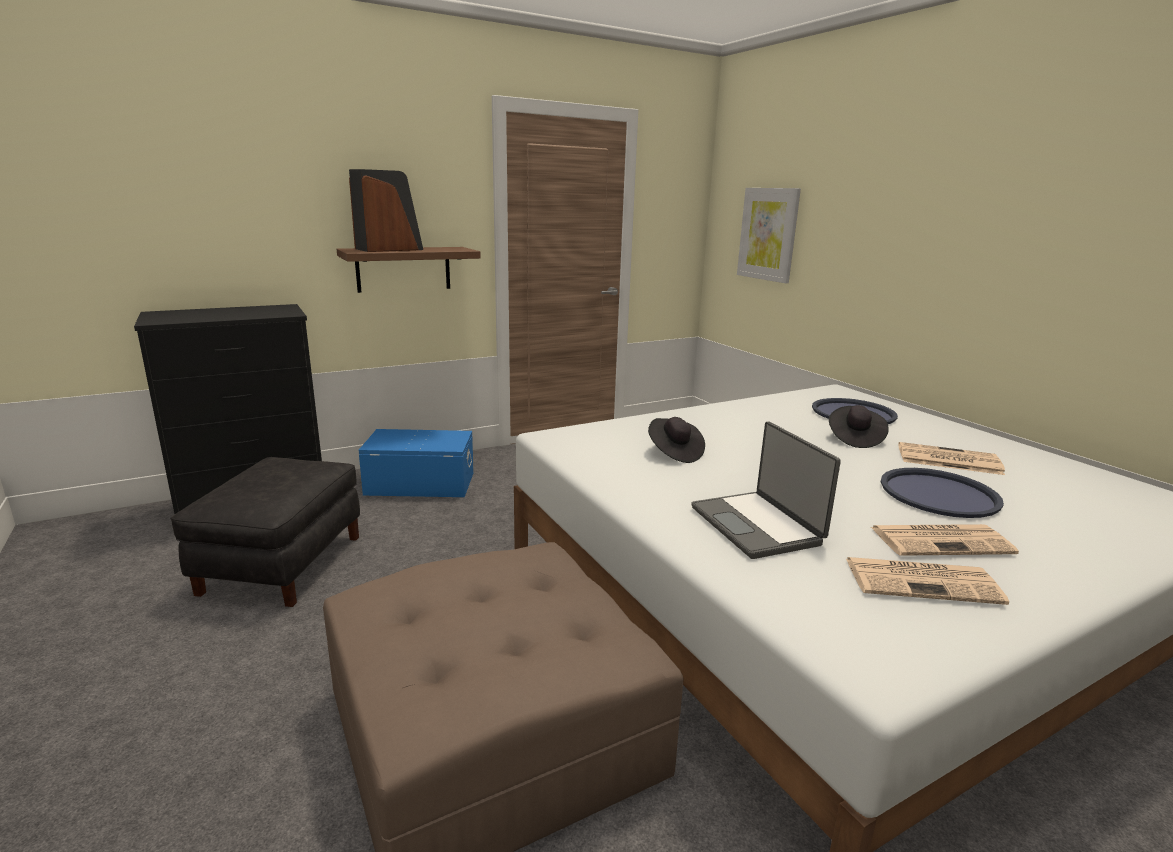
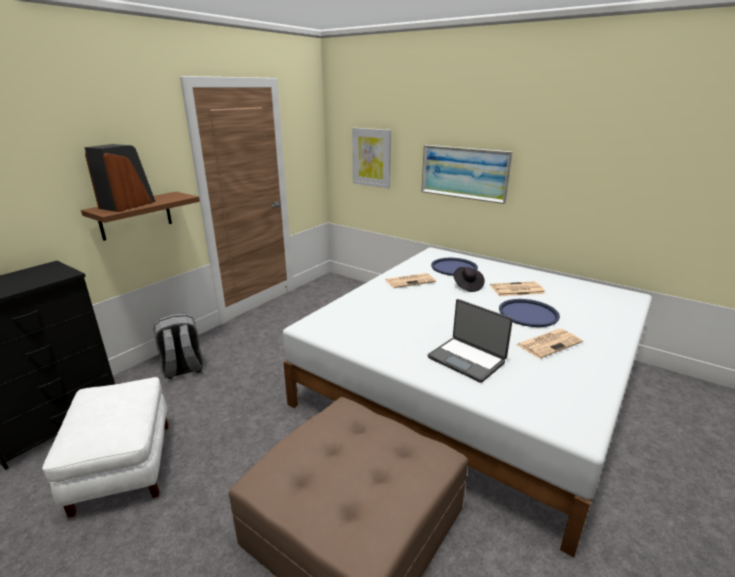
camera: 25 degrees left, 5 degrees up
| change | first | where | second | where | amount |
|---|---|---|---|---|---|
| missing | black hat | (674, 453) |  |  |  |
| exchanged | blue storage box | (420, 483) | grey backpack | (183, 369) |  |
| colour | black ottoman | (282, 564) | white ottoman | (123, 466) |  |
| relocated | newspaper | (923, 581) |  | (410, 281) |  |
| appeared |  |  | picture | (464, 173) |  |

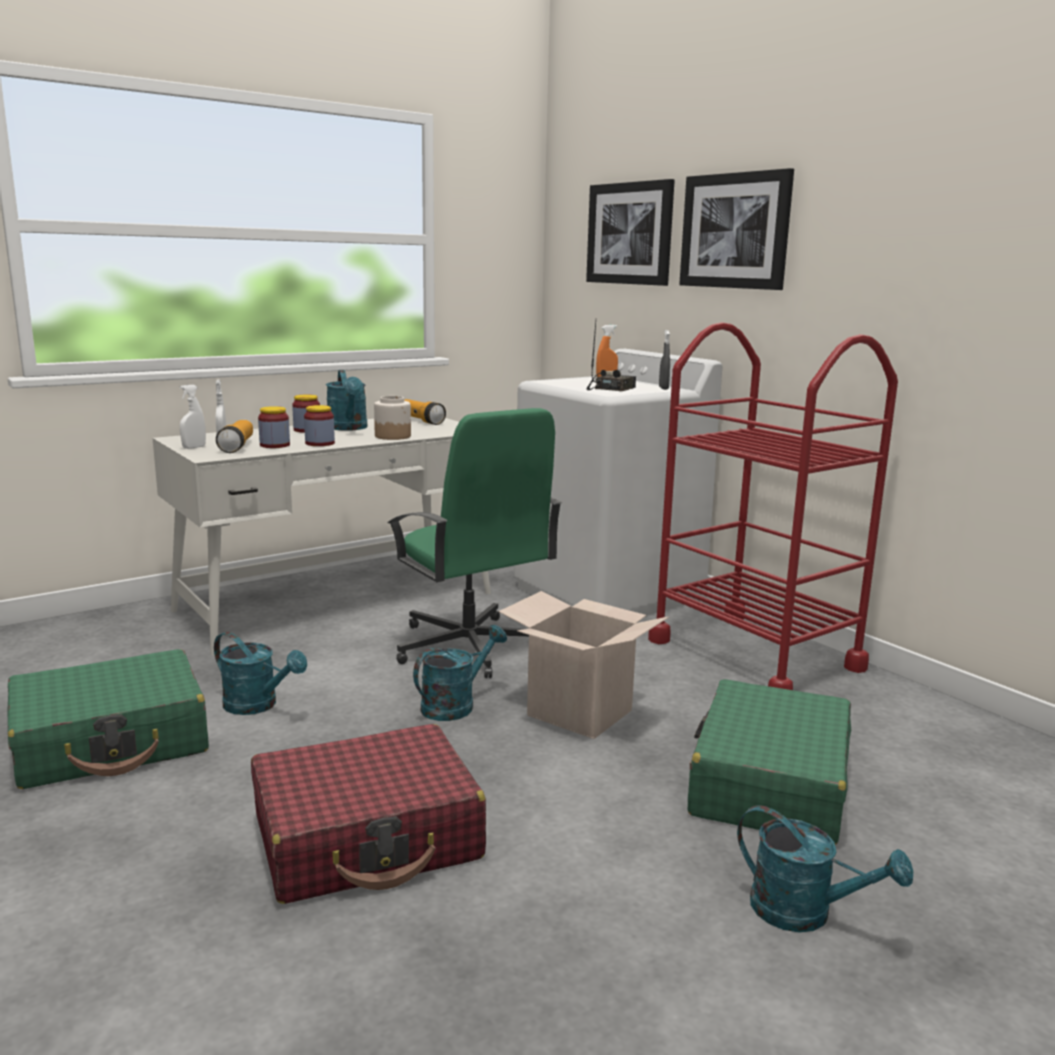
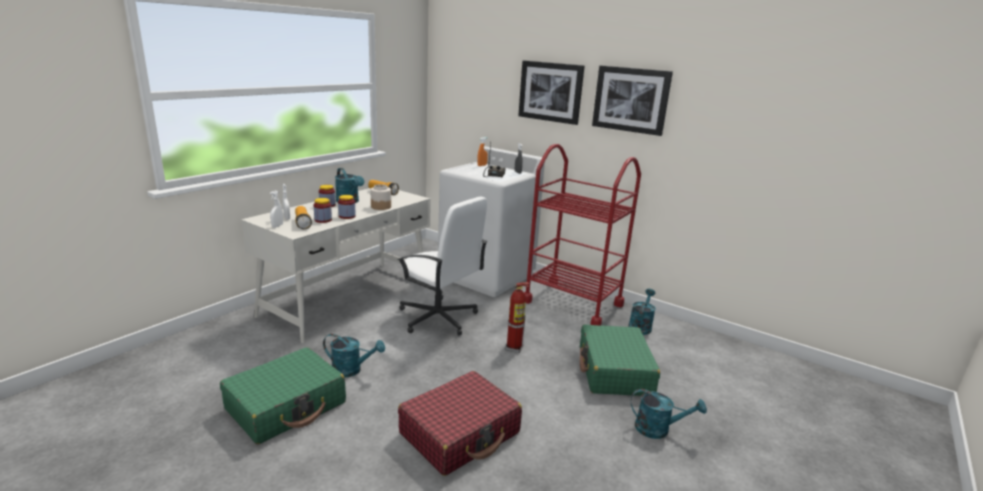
camera: 20 degrees left, 5 degrees up
| change | first | where | second | where | amount |
|---|---|---|---|---|---|
| relocated | picture | (630, 233) |  | (631, 100) |  |
| colour | green office chair | (469, 647) | white office chair | (438, 318) |  |
| exchanged | cardboard box | (579, 712) | fire extinguisher | (514, 348) |  |
| relocated | turquoise watering can | (455, 704) |  | (640, 326) |  |

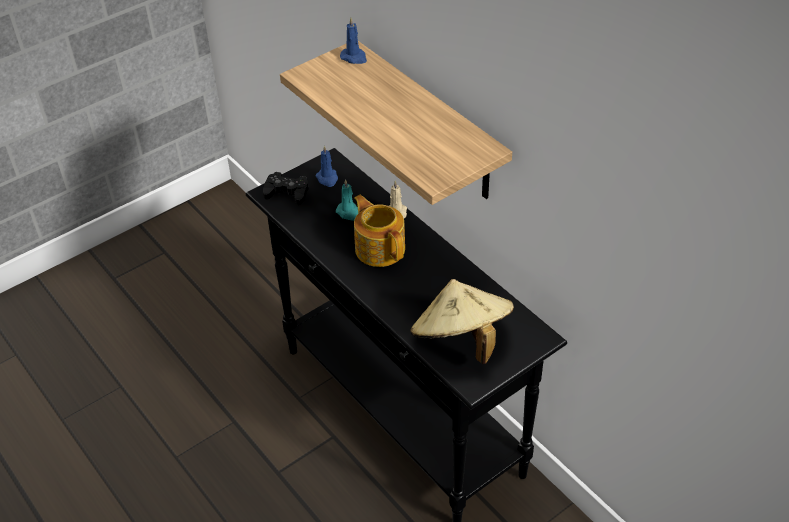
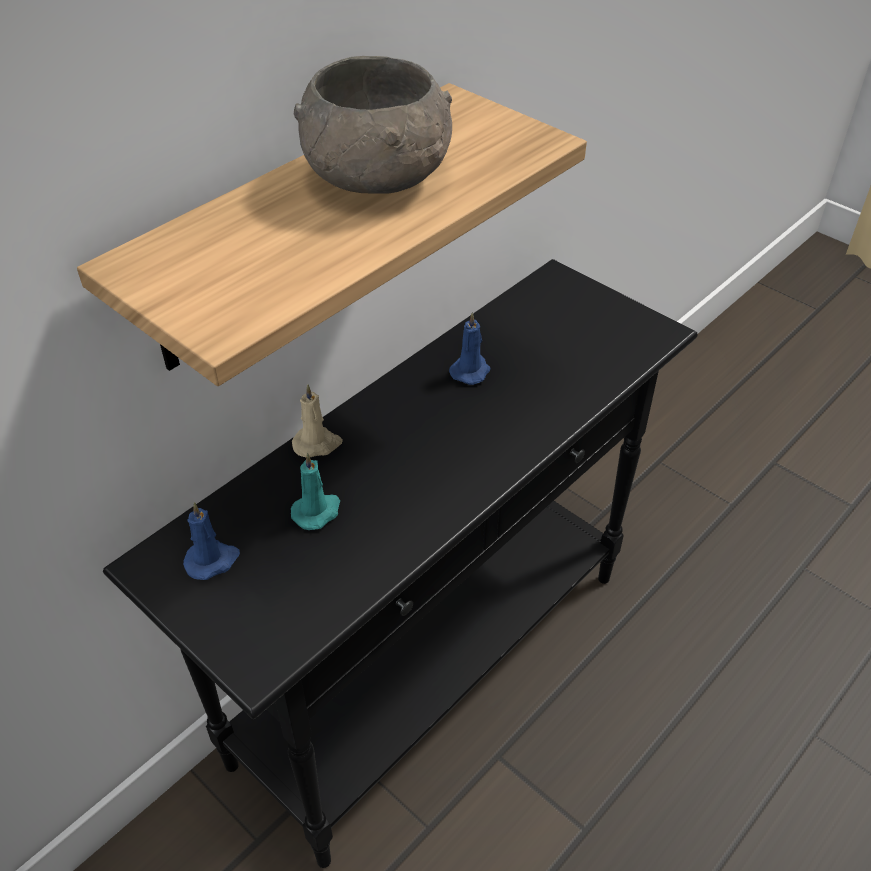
camera: 100 degrees left, 0 degrees up
| change | first | where | second | where | amount |
|---|---|---|---|---|---|
| relocated | blue candle | (354, 57) |  | (471, 370) |  |
| missing | black game controller | (287, 192) |  |  |  |
| missing | teapot | (380, 248) |  |  |  |
| missing | beige hat | (461, 341) |  |  |  |
| appeared |  |  | grey bowl | (378, 178) |  |

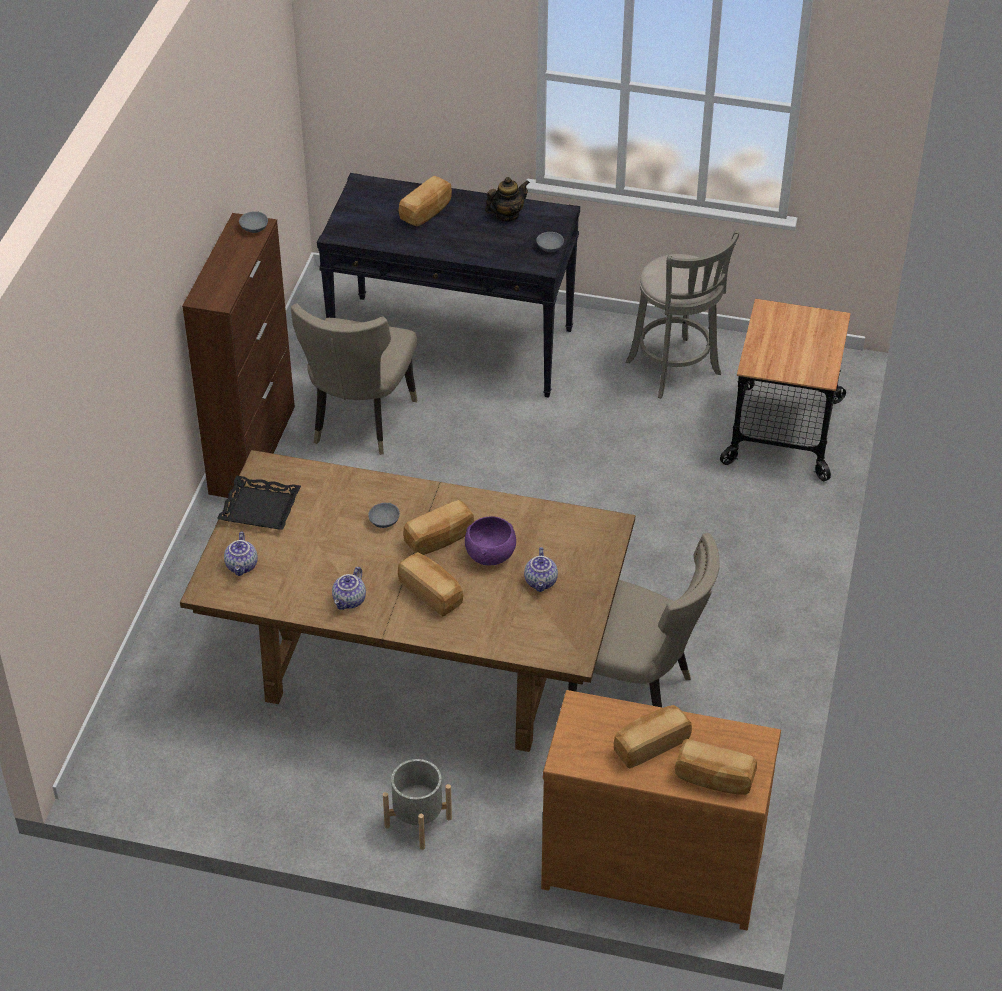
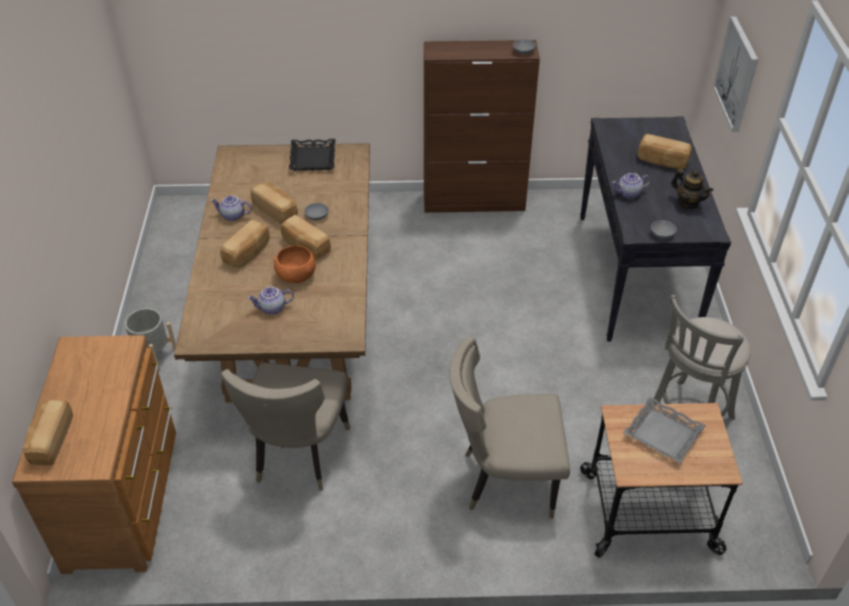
camera: 75 degrees right, 0 degrees up
| change | first | where | second | where | amount |
|---|---|---|---|---|---|
| relocated | beige chair | (358, 423) |  | (504, 480) |  |
| colour | purple bowl | (491, 554) | orange bowl | (296, 276) |  |
| relocated | teapot | (242, 566) |  | (629, 194) |  |
| relocated | bread | (650, 745) |  | (276, 211) |  |
| appeared |  |  | picture | (737, 74) |  |
| appeared |  |  | grey tray | (662, 434) |  |

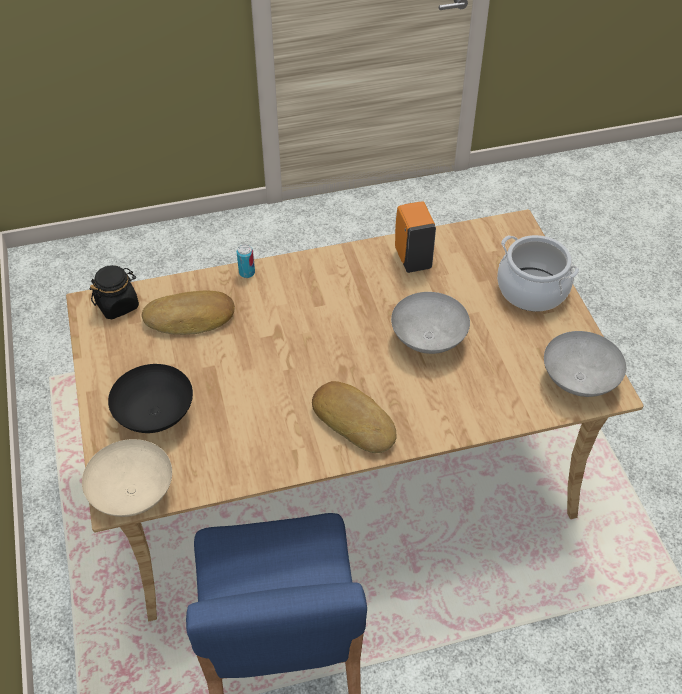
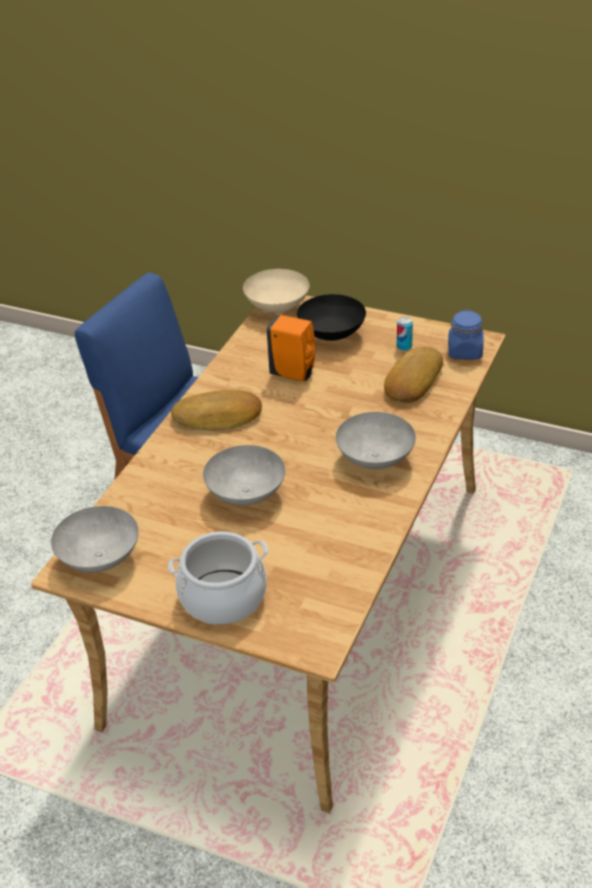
camera: 130 degrees right, 10 degrees down
| change | first | where | second | where | amount |
|---|---|---|---|---|---|
| relocated | orange soap dispenser | (412, 258) |  | (294, 374) |  |
| relocated | can | (247, 273) |  | (404, 347) |  |
| colour | black jar | (118, 305) | blue jar | (465, 352) |  |
| appeared |  |  | grey bowl | (376, 460) |  |

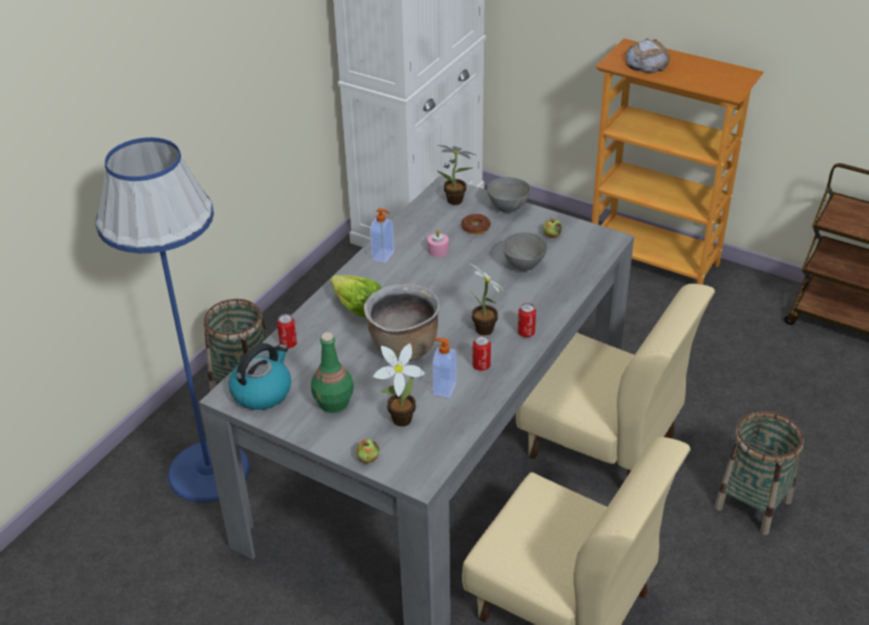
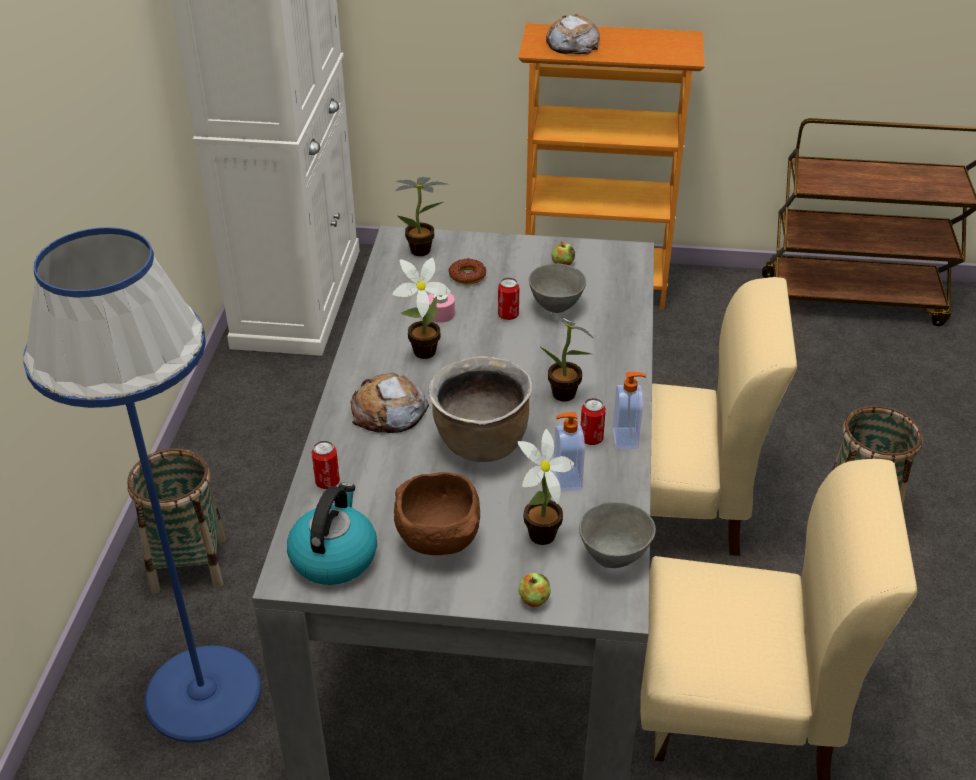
camera: 25 degrees left, 0 degrees up
| change | first | where | second | where | amount |
|---|---|---|---|---|---|
| relocated | grey bowl | (508, 208) |  | (614, 556) |  |
| relocated | soap dispenser | (384, 256) |  | (626, 438) |  |
| exchanged | lettuce | (358, 308) | bread | (389, 411) |  |
| relocated | can | (526, 333) |  | (508, 315) |  |
| exchanged | green bottle | (334, 403) | brown bowl | (441, 541) |  |
| appeared |  |  | potted plant | (420, 353) |  |

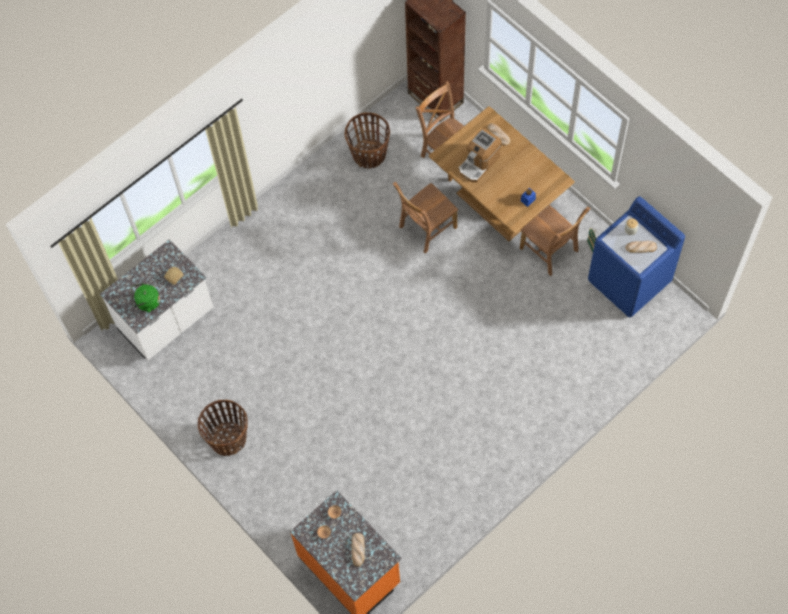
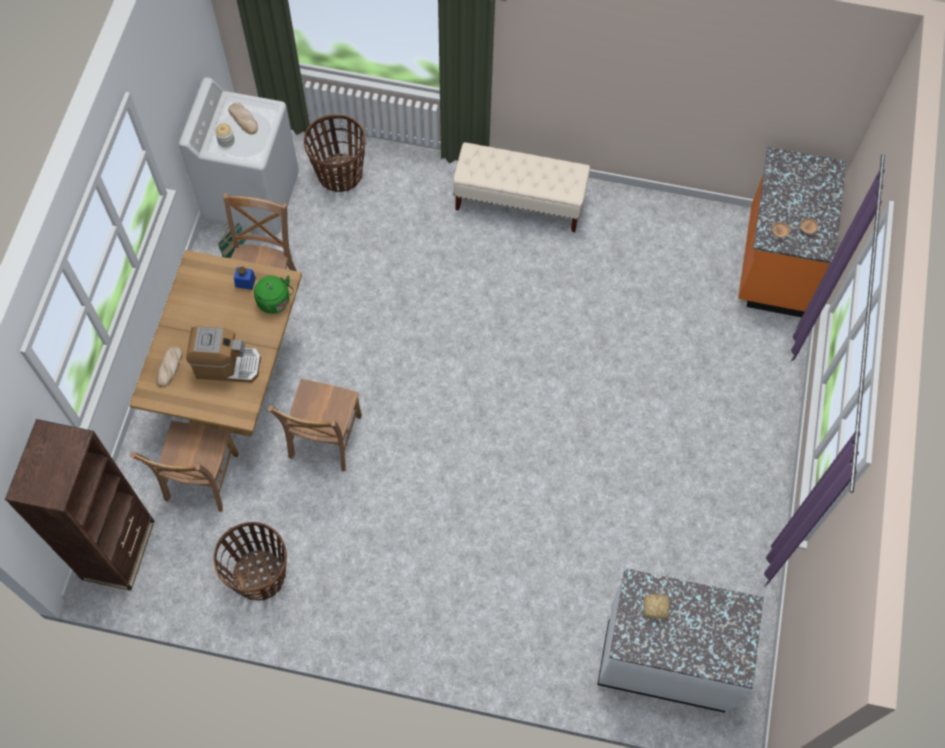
camera: 130 degrees left, 0 degrees up
| change | first | where | second | where | amount |
|---|---|---|---|---|---|
| spun | brown chair | (426, 228) |  | (324, 439) | 90 degrees clockwise |
| colour | blue washing machine | (629, 281) | white washing machine | (252, 196) |  |
| relocated | green kettle | (147, 302) |  | (275, 302) |  |
| relocated | basket | (228, 439) |  | (339, 174) |  |
| missing | bread | (358, 550) |  |  |  |
| appeared |  |  | beige bench | (519, 203) |  |

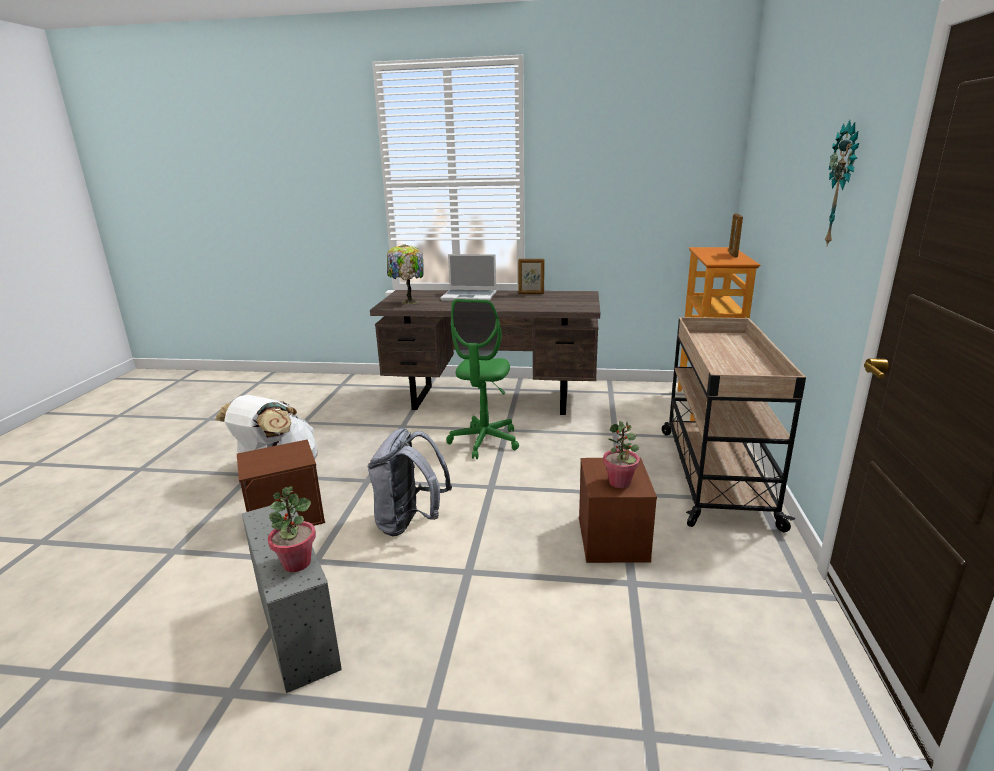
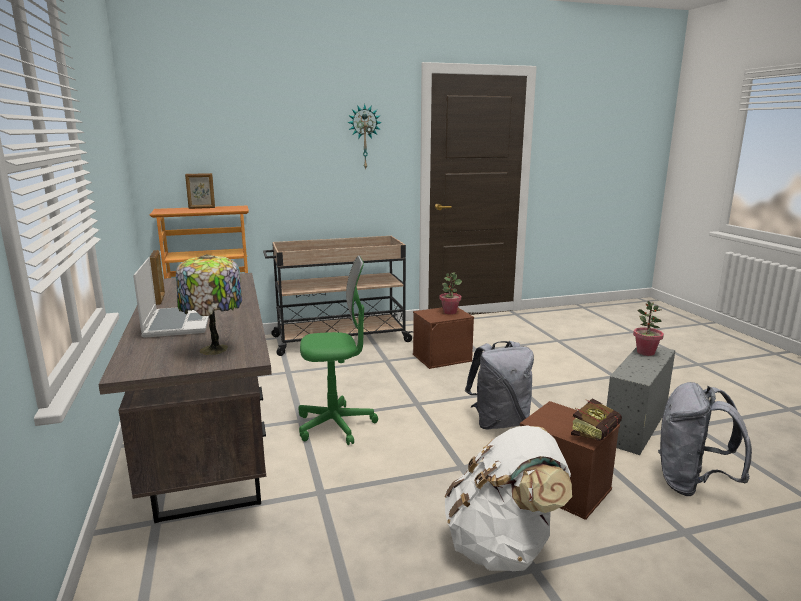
camera: 115 degrees left, 5 degrees down
| change | first | where | second | where | amount |
|---|---|---|---|---|---|
| appeared |  |  | grey backpack | (691, 484) |  |
| appeared |  |  | book | (597, 433) |  |

